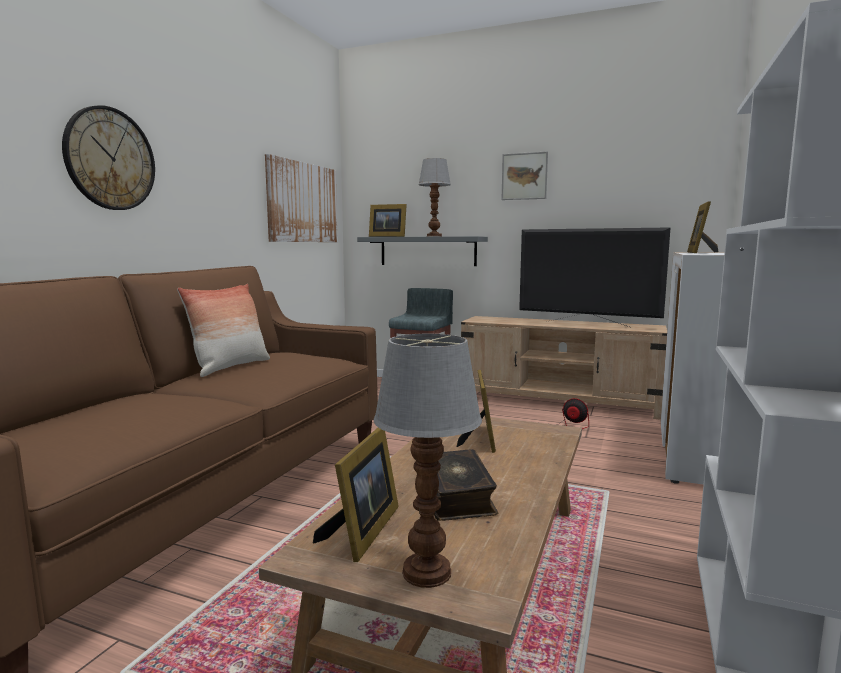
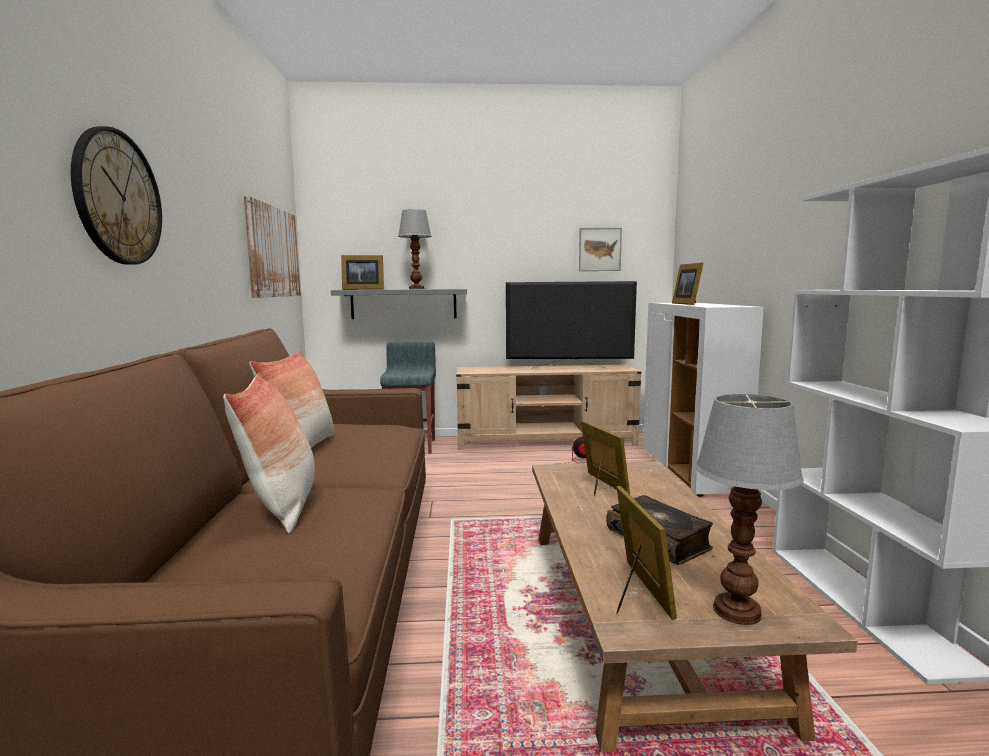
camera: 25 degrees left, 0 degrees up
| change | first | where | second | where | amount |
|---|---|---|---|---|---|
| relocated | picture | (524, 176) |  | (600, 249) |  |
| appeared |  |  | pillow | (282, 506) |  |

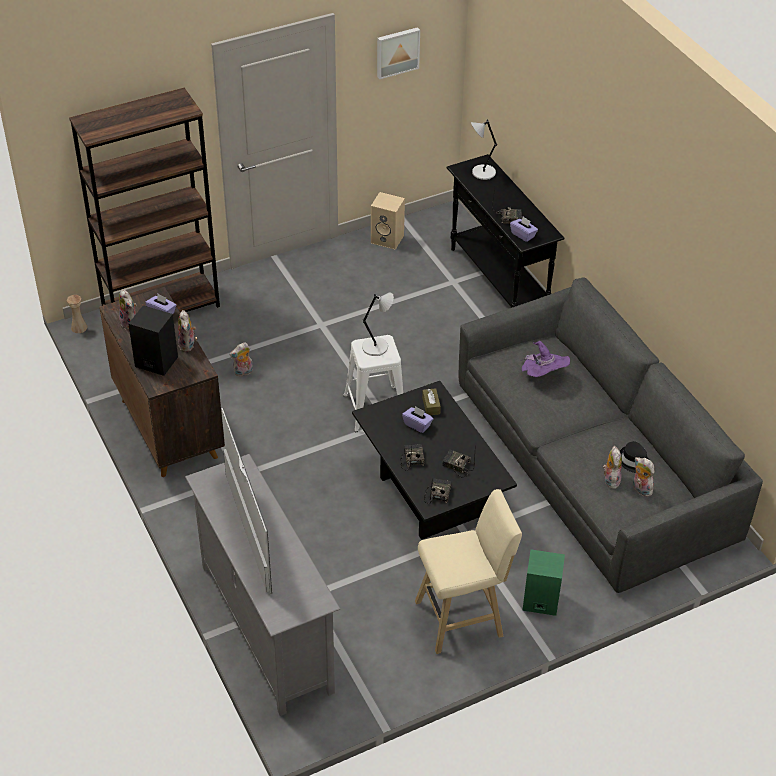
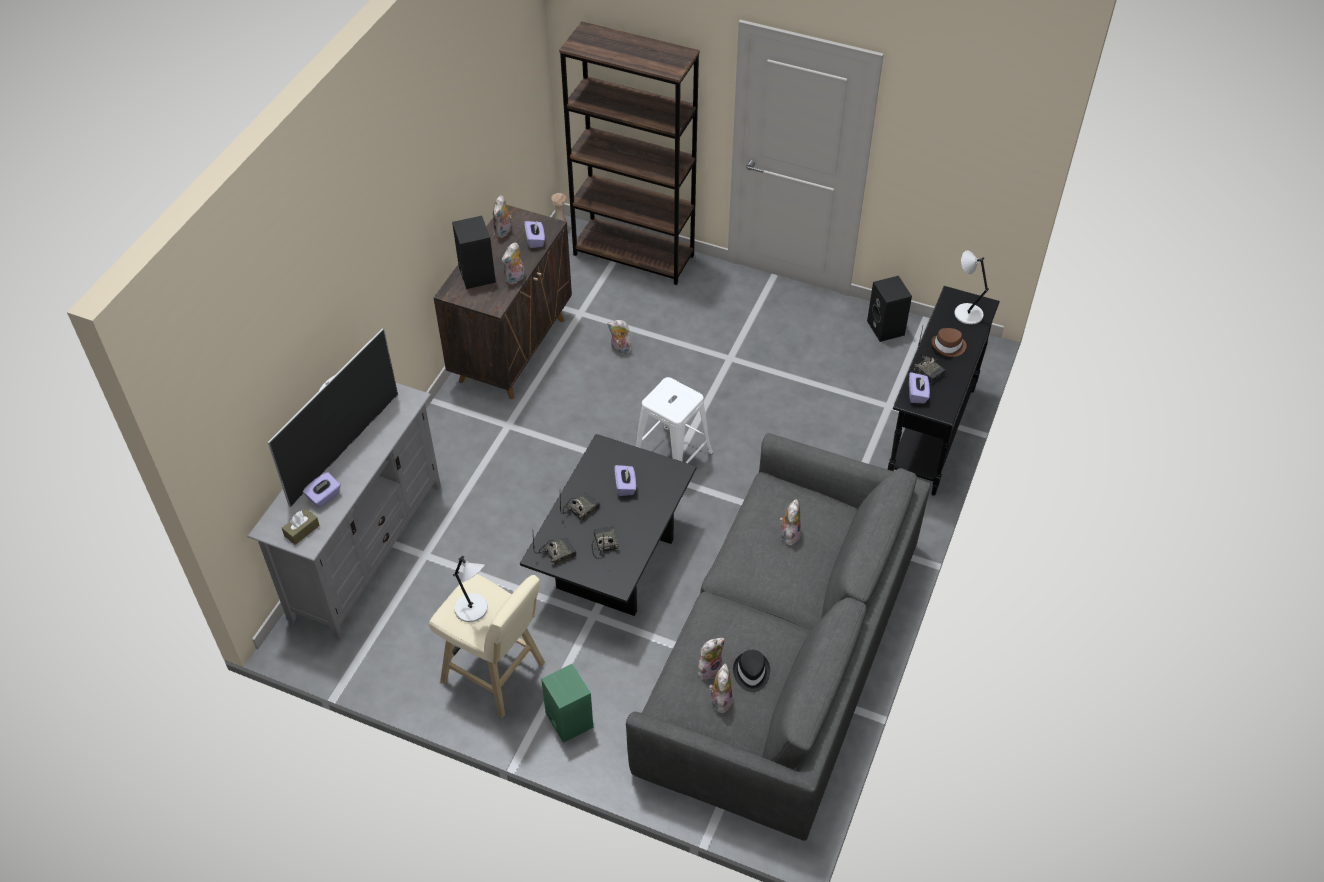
camera: 50 degrees right, 5 degrees up
| change | first | where | second | where | amount |
|---|---|---|---|---|---|
| missing | picture | (397, 52) |  |  |  |
| colour | beige speaker | (388, 239) | black speaker | (886, 328) |  |
| relocated | grey table lamp | (376, 347) |  | (472, 609) |  |
| exchanged | purple hat | (543, 375) | plush toy | (789, 534) |  |
| relocated | brown tissue box | (431, 405) |  | (302, 530) |  |
| appeared |  |  | brown hat | (948, 346) |  |
| appeared |  |  | purple tissue box | (324, 497) |  |

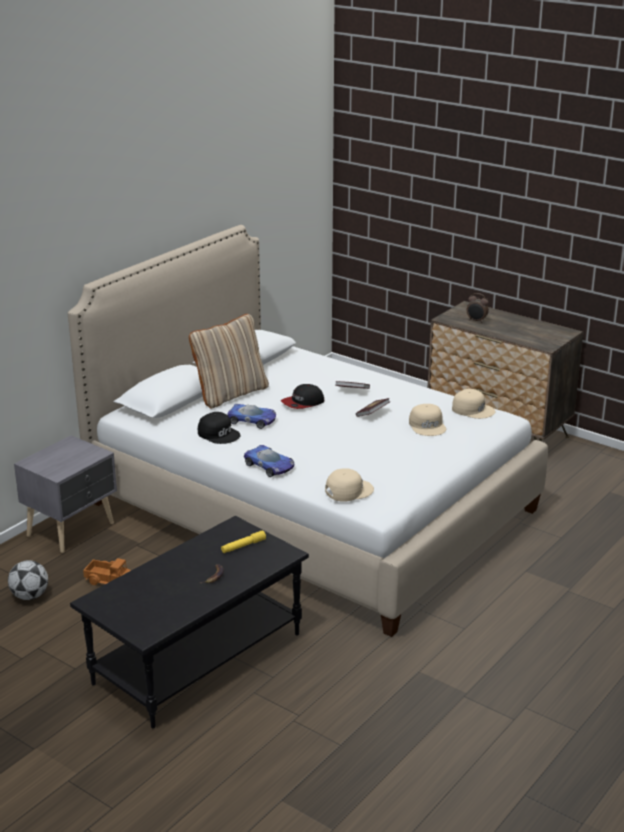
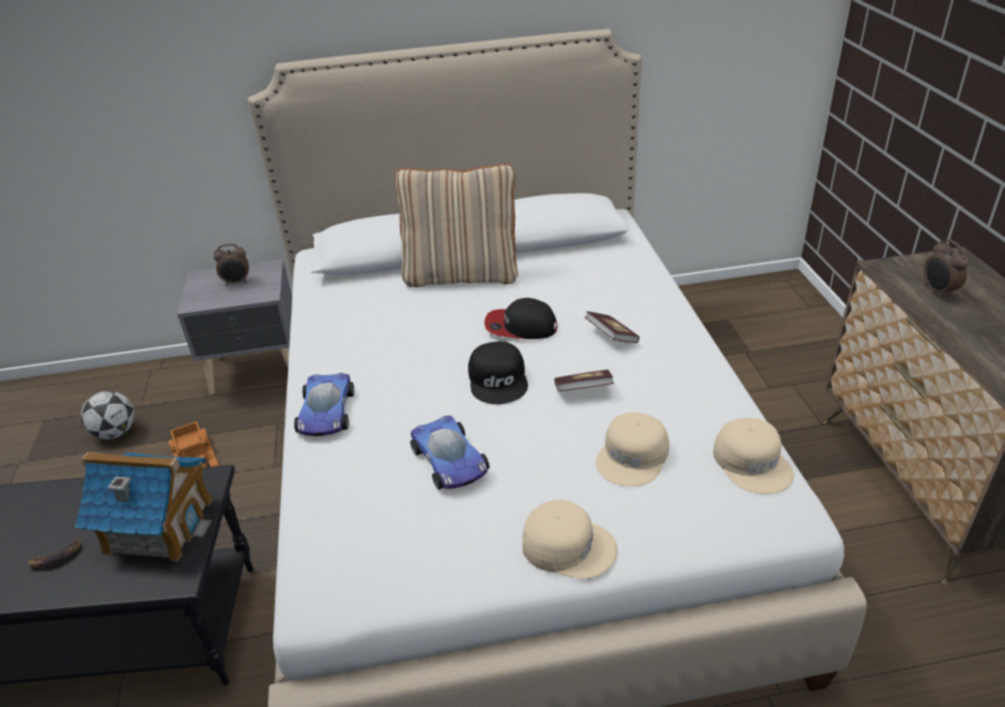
camera: 45 degrees right, 10 degrees up
| change | first | where | second | where | amount |
|---|---|---|---|---|---|
| relocated | toy car | (252, 420) |  | (450, 461) |  |
| relocated | black cap | (219, 434) |  | (499, 380) |  |
| relocated | beige cap | (348, 490) |  | (568, 545) |  |
| exchanged | yellow flashlight | (243, 546) | toy house | (159, 525) |  |
| appeared |  |  | alarm clock | (237, 282) |  |

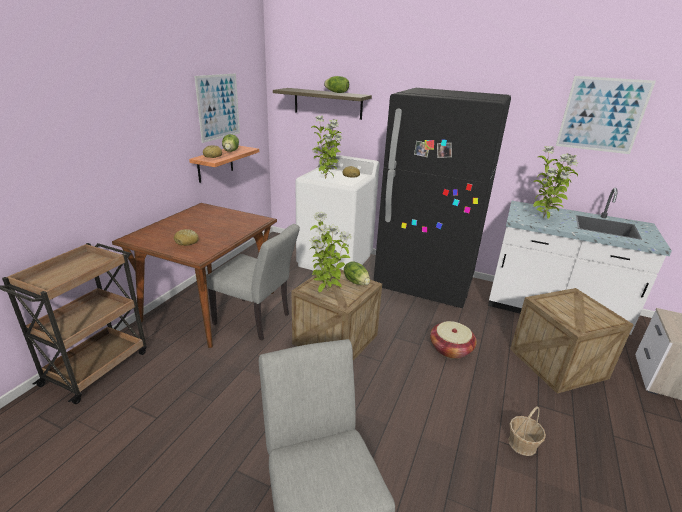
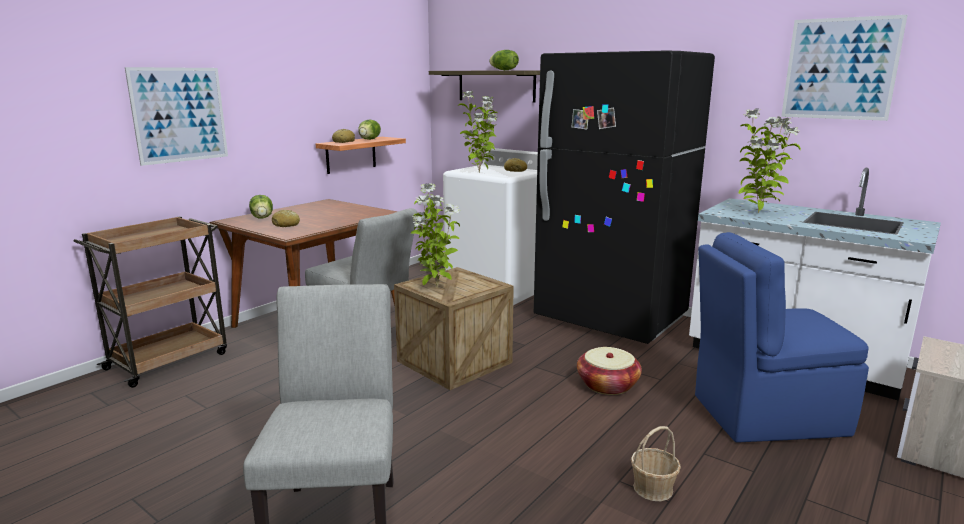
camera: 15 degrees right, 10 degrees down
| change | first | where | second | where | amount |
|---|---|---|---|---|---|
| relocated | picture | (218, 107) |  | (179, 115) |  |
| relocated | lettuce | (356, 282) |  | (262, 218) |  |
| exchanged | crate | (557, 363) | blue chair | (764, 415) |  |

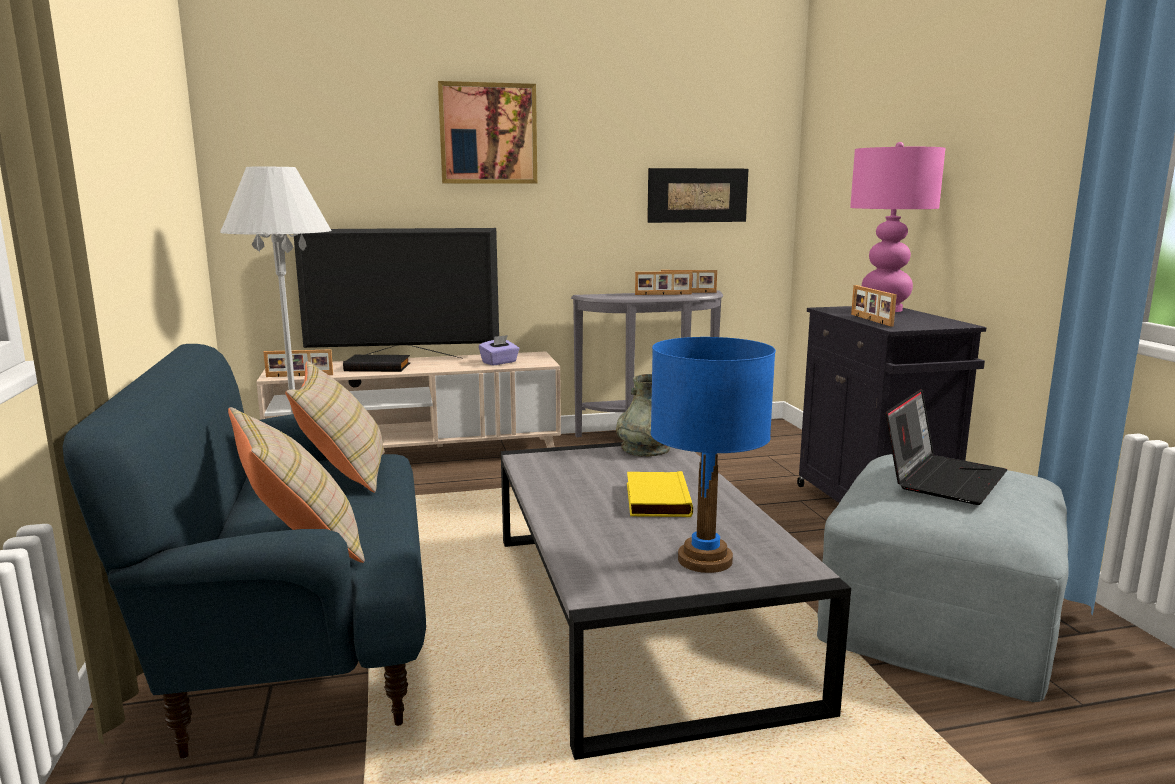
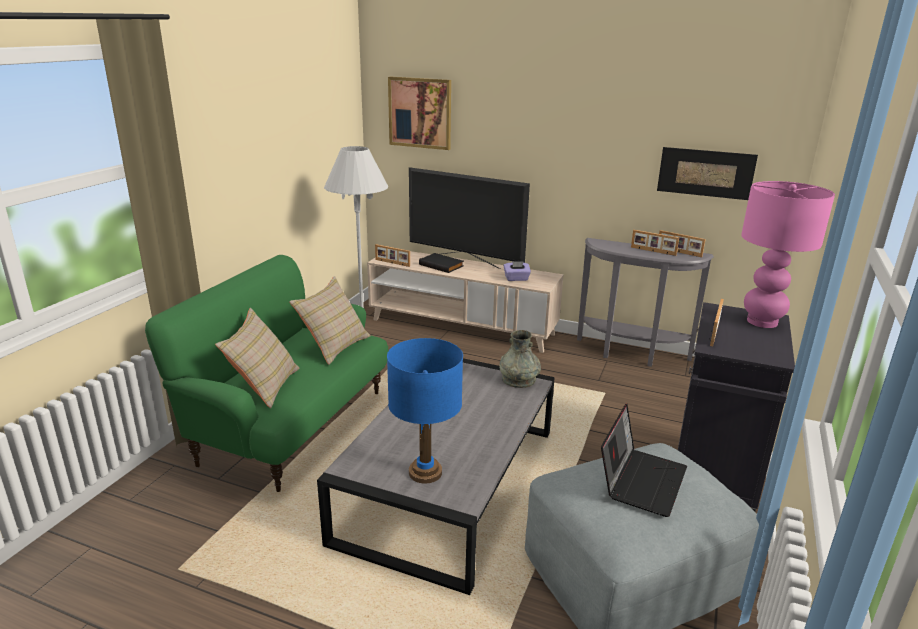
camera: 35 degrees right, 10 degrees up
| change | first | where | second | where | amount |
|---|---|---|---|---|---|
| relocated | picture | (488, 134) |  | (420, 113) |  |
| colour | blue sofa | (302, 636) | green sofa | (290, 426) |  |
| spun | laptop | (942, 478) |  | (641, 480) | 45 degrees counterclockwise |
| missing | yellow book | (655, 499) |  |  |  |

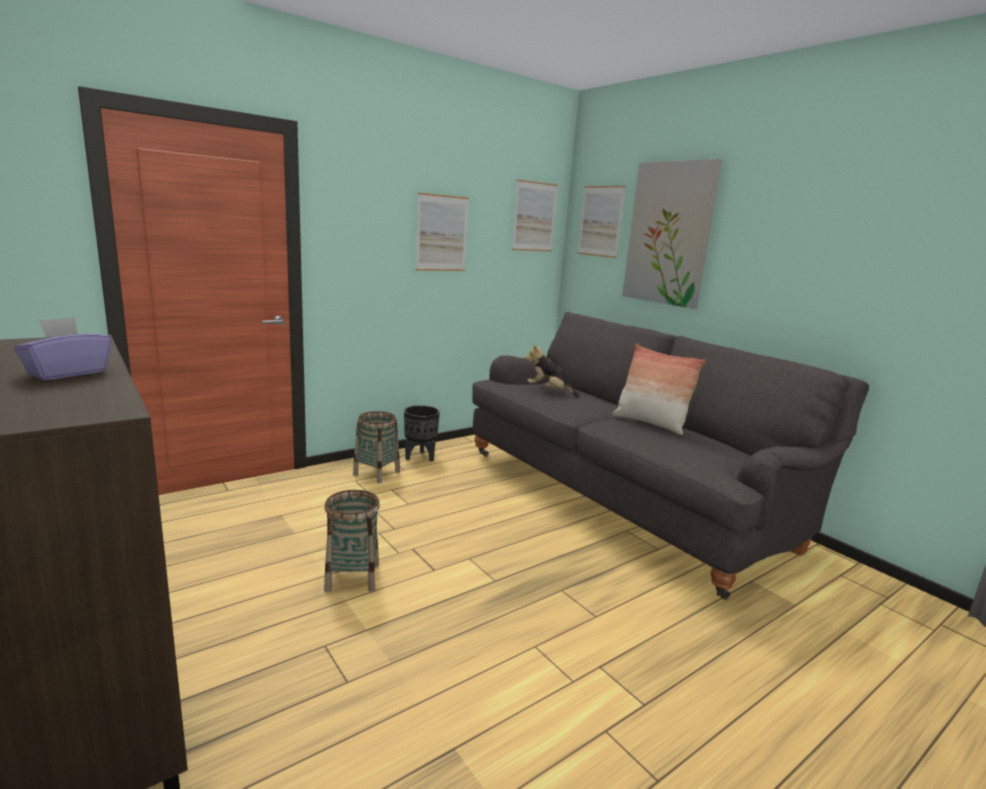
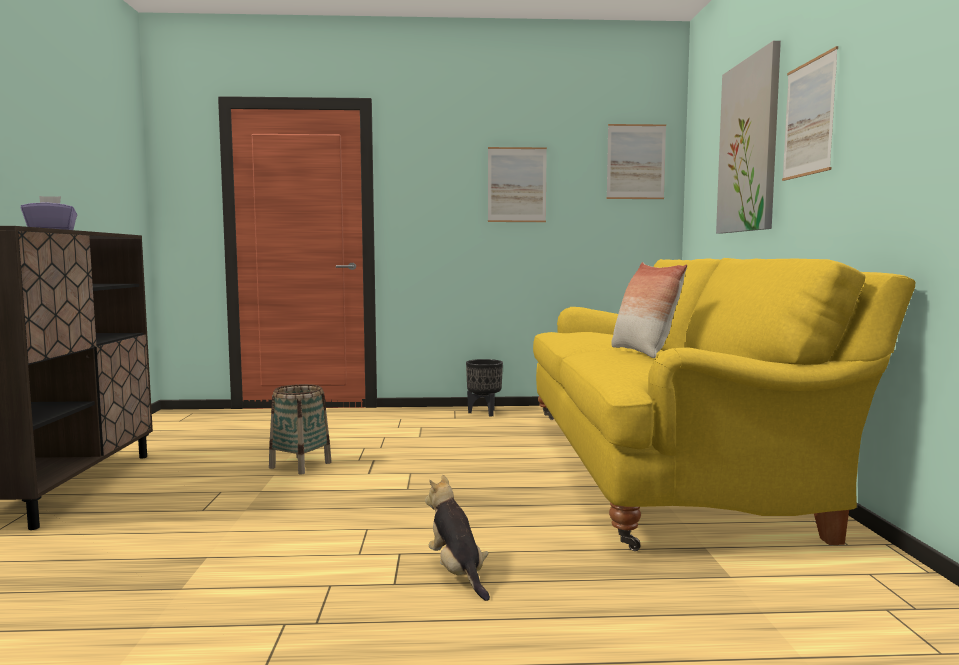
camera: 35 degrees right, 10 degrees down
| change | first | where | second | where | amount |
|---|---|---|---|---|---|
| relocated | picture | (600, 221) |  | (809, 118) |  |
| colour | grey sofa | (624, 497) | yellow sofa | (660, 464) |  |
| relocated | plush toy | (549, 391) |  | (457, 573) |  |
| missing | basket | (376, 473) |  |  |  |

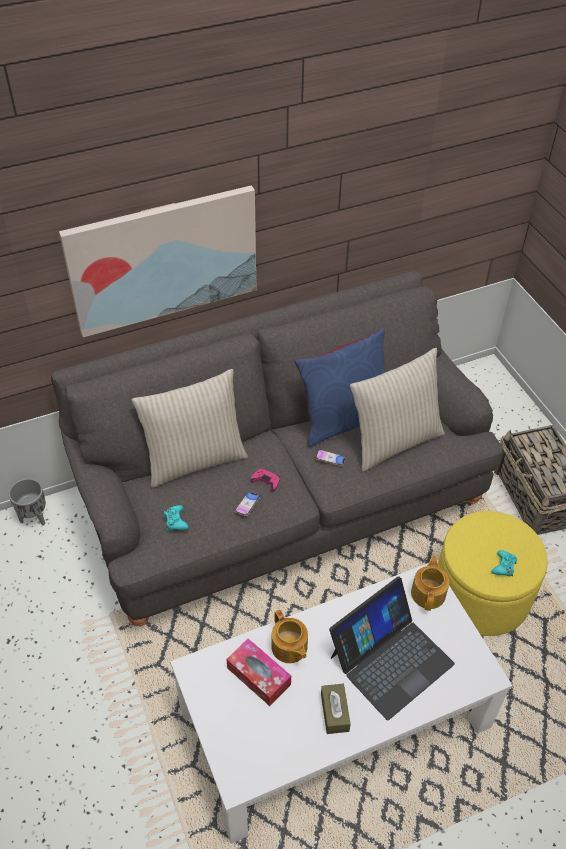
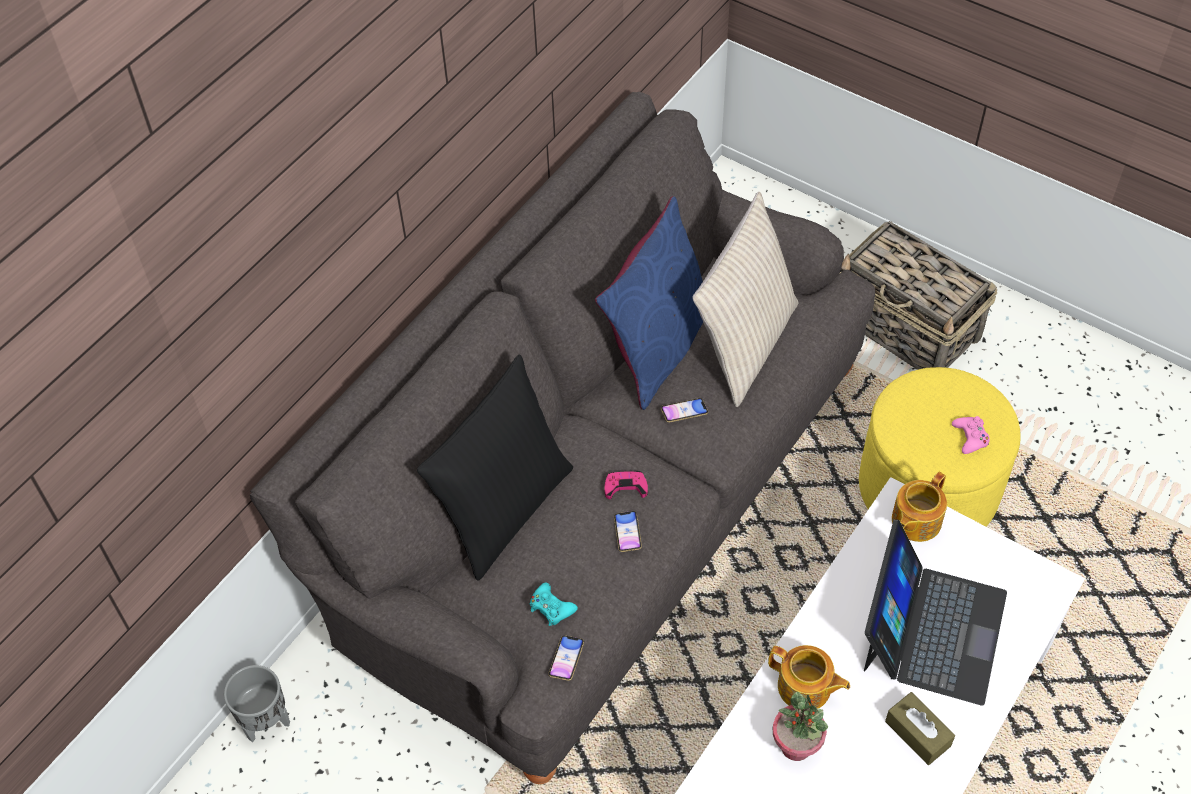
camera: 30 degrees left, 5 degrees up
| change | first | where | second | where | amount |
|---|---|---|---|---|---|
| missing | picture | (163, 259) |  |  |  |
| colour | beige pillow | (194, 459) | black pillow | (504, 509) |  |
| colour | turquoise game controller | (504, 566) | pink game controller | (970, 437) |  |
| spun | teapot | (428, 593) |  | (915, 521) | 120 degrees counterclockwise |
| exchanged | tissue box | (258, 676) | potted plant | (796, 746) |  |
| appeared |  |  | phone | (566, 659) |  |

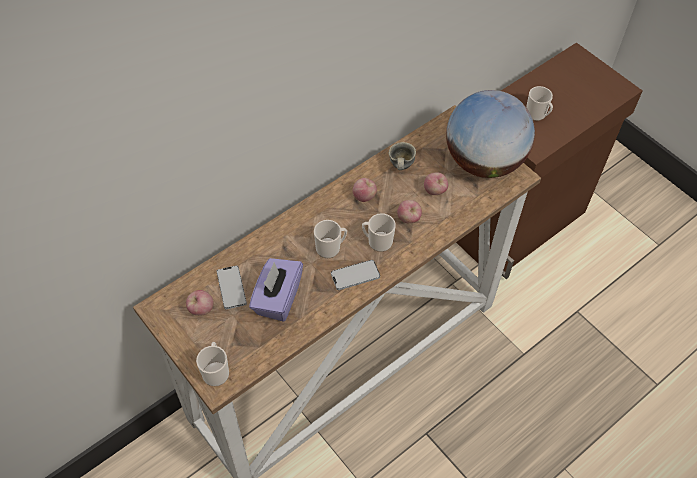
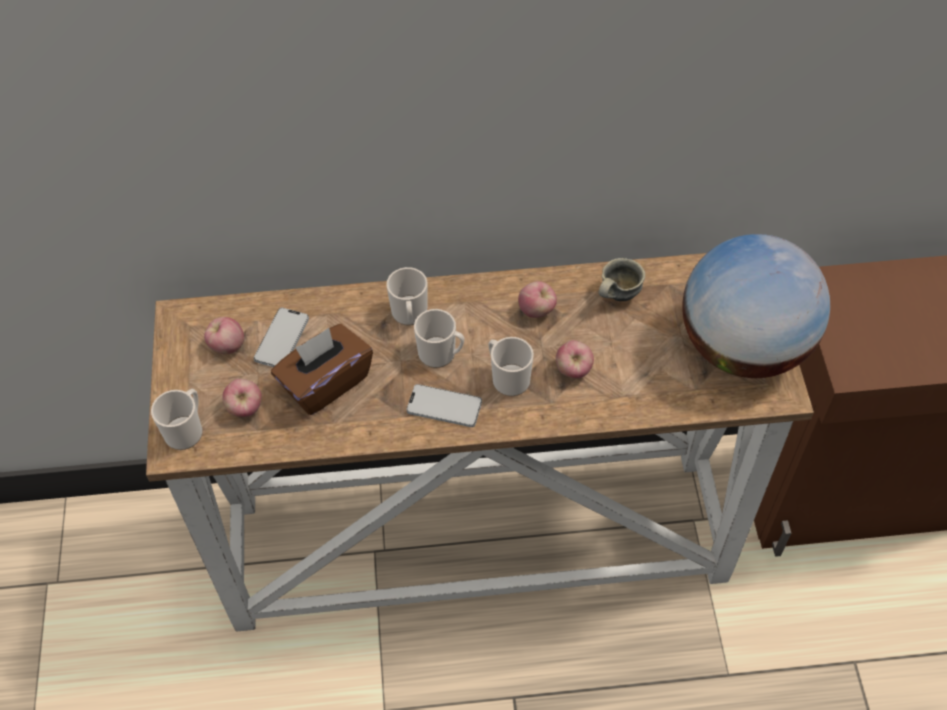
camera: 35 degrees right, 0 degrees up
| change | first | where | second | where | amount |
|---|---|---|---|---|---|
| relocated | mug | (537, 114) |  | (409, 315) |  |
| relocated | apple | (435, 191) |  | (245, 408) |  |
| colour | purple tissue box | (277, 298) | brown tissue box | (325, 382) |  |

